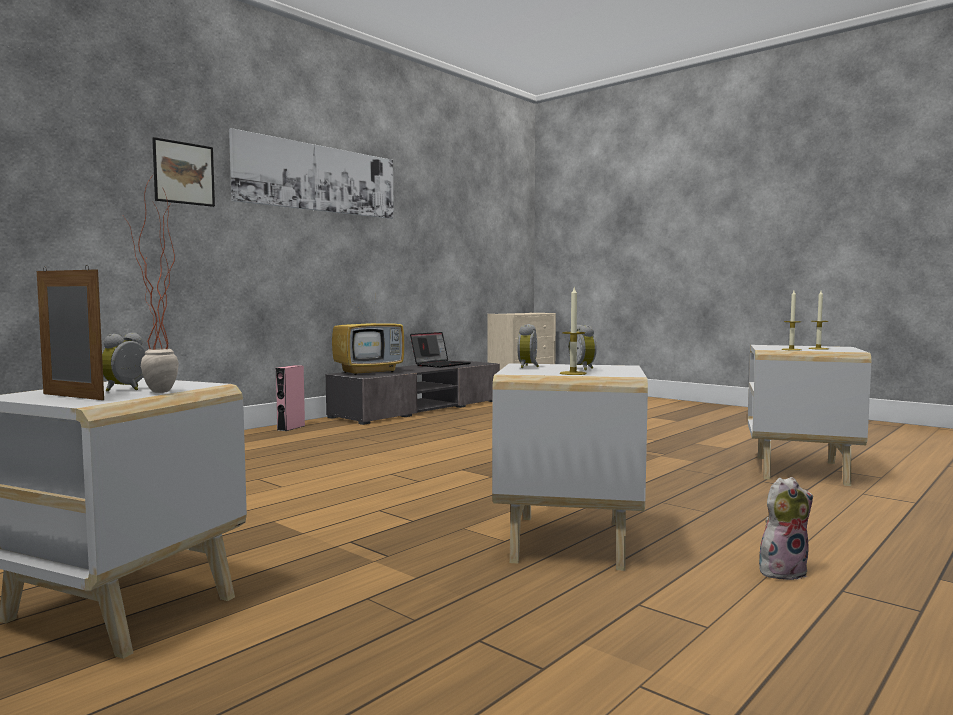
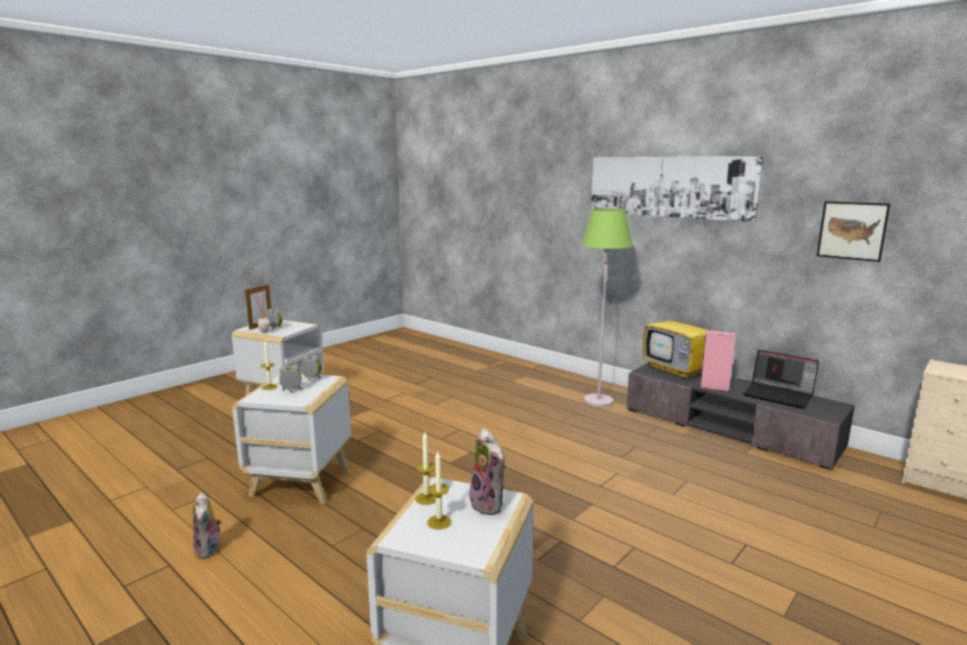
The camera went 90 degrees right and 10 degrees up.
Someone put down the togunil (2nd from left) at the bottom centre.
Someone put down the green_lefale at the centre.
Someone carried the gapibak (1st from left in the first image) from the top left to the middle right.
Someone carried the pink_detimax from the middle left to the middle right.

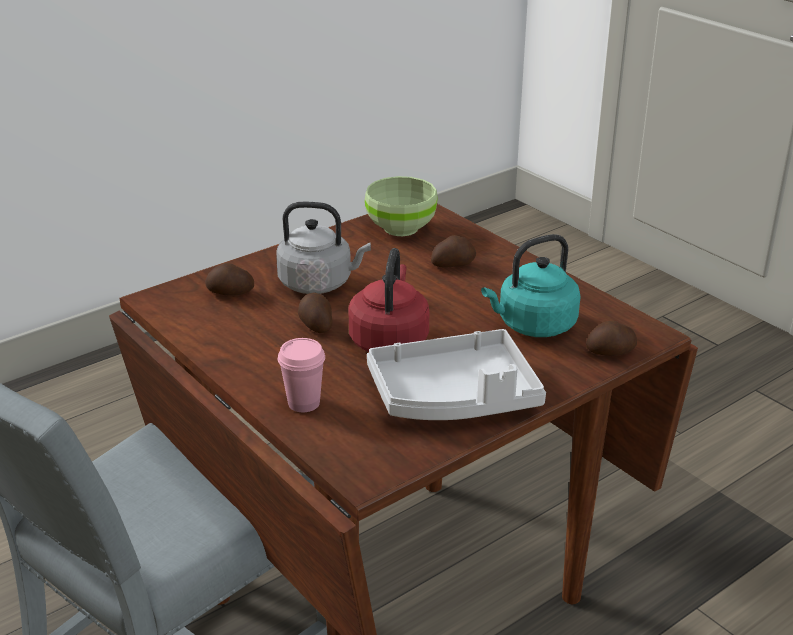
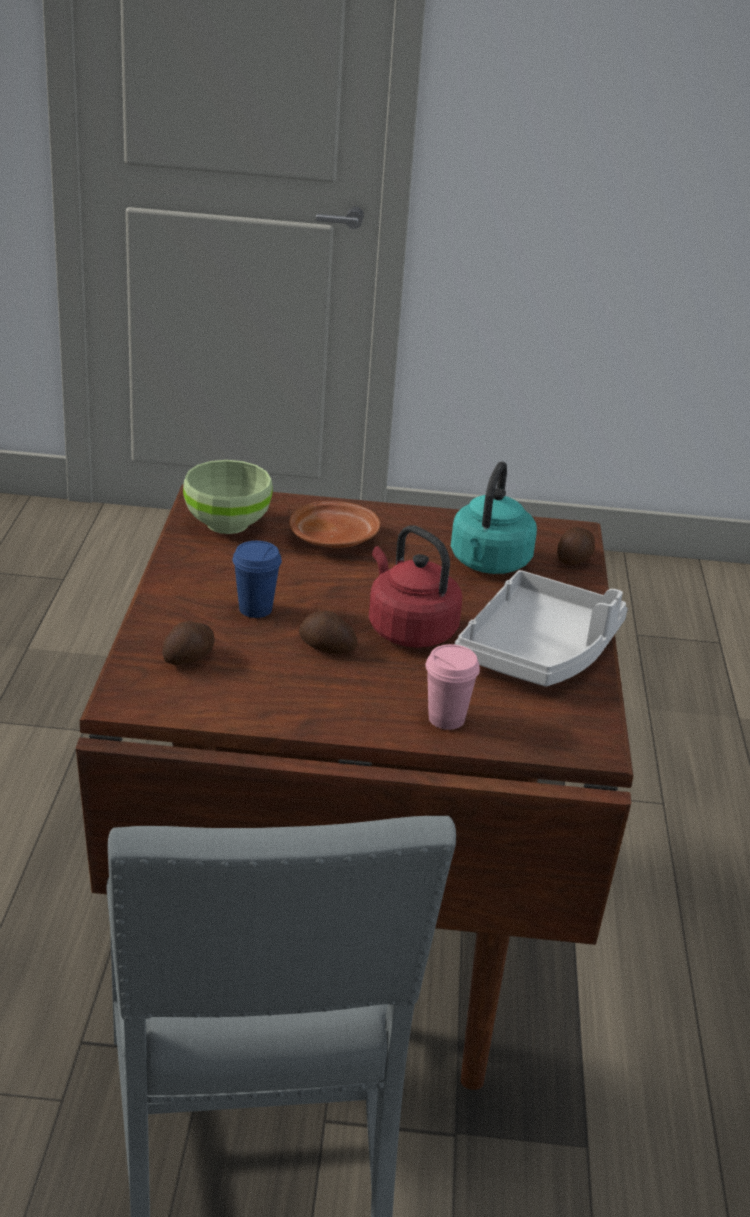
The camera went 50 degrees left and 0 degrees up.
Someone swapped the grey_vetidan at the centre for the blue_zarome at the centre.
Someone swapped the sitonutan (3rd from left) at the centre for the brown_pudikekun at the centre.

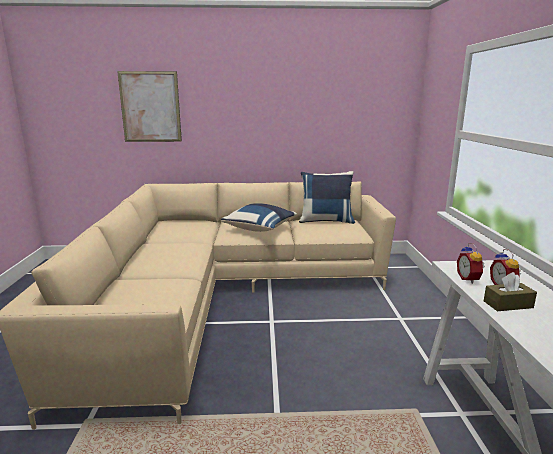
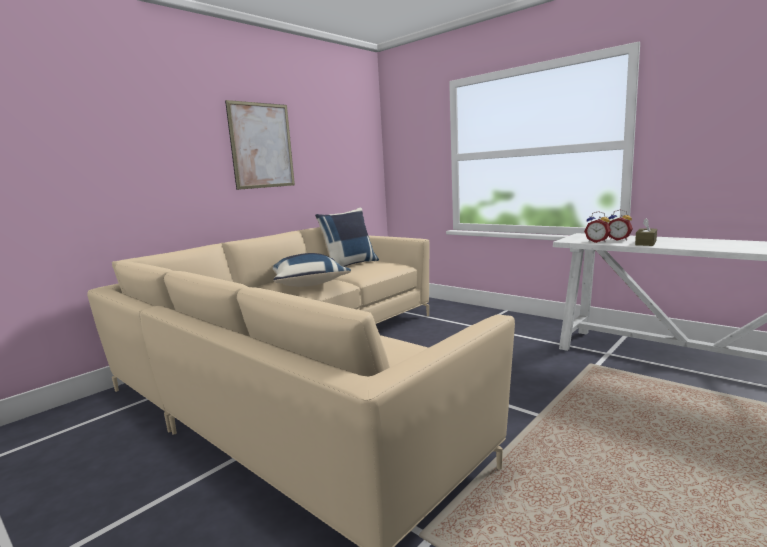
The camera went 45 degrees left and 5 degrees down.
Someone carried the gapibak from the top left to the top centre.

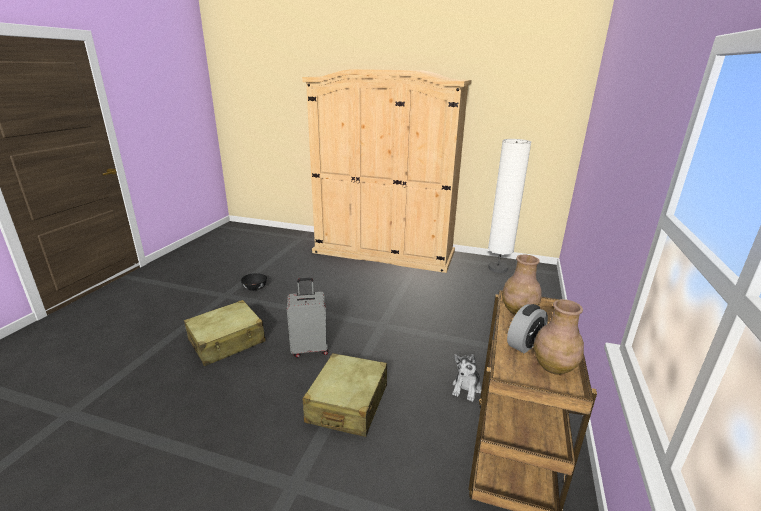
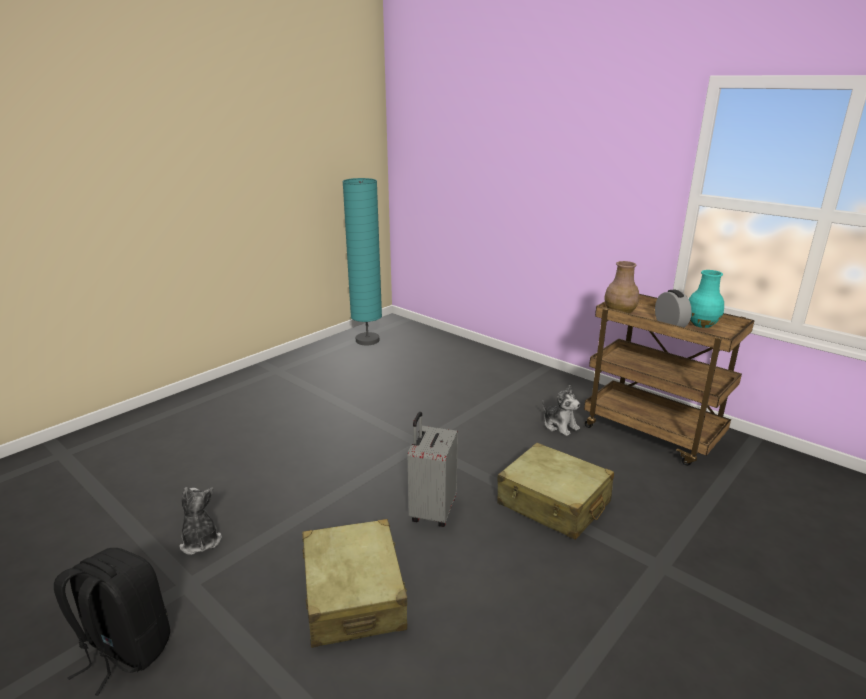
The camera went 65 degrees left and 0 degrees up.
Someone took away the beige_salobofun at the centre.
Someone put down the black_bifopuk at the bottom left.
Someone swapped the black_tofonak at the centre for the togunil (1st from left) at the bottom left.
Someone repainted the white_lefale at the middle right, which became the turquoise_lefale at the centre.
Someone repainted the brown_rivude (2nd from left) at the middle right, which became the turquoise_rivude at the middle right.

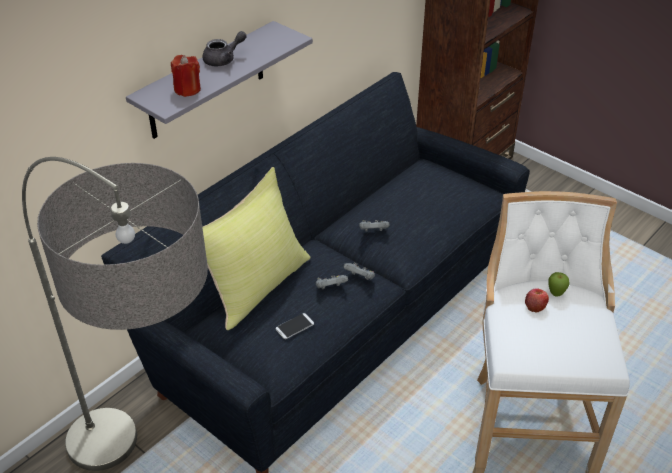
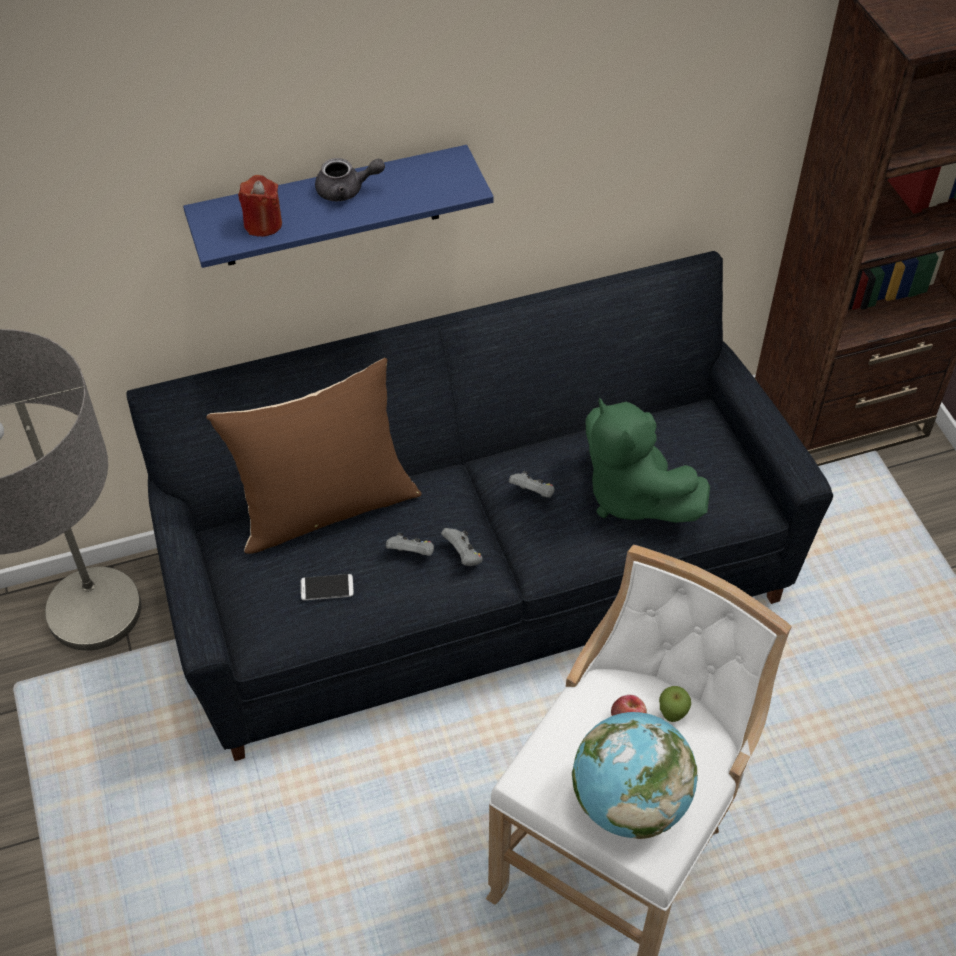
The camera went 30 degrees right and 10 degrees up.
Someone put down the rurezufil at the bottom centre.
Someone put down the green_togunil at the middle right.
Someone repainted the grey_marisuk at the top left, which became the blue_marisuk at the top centre.
Someone repainted the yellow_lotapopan at the centre, which became the brown_lotapopan at the middle left.

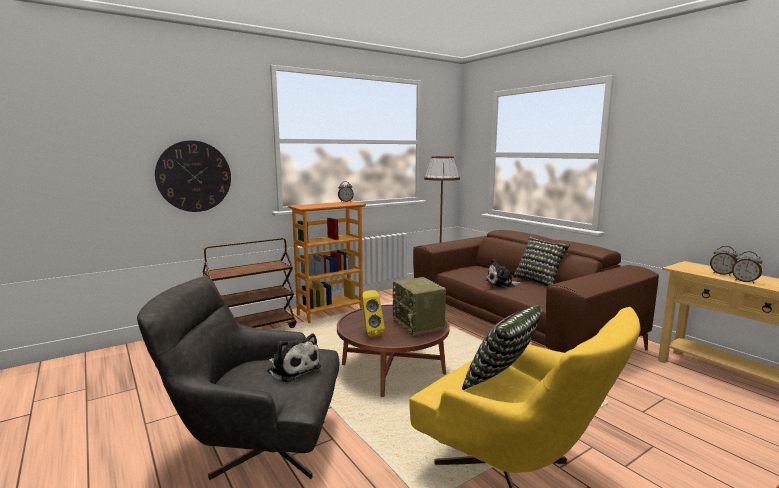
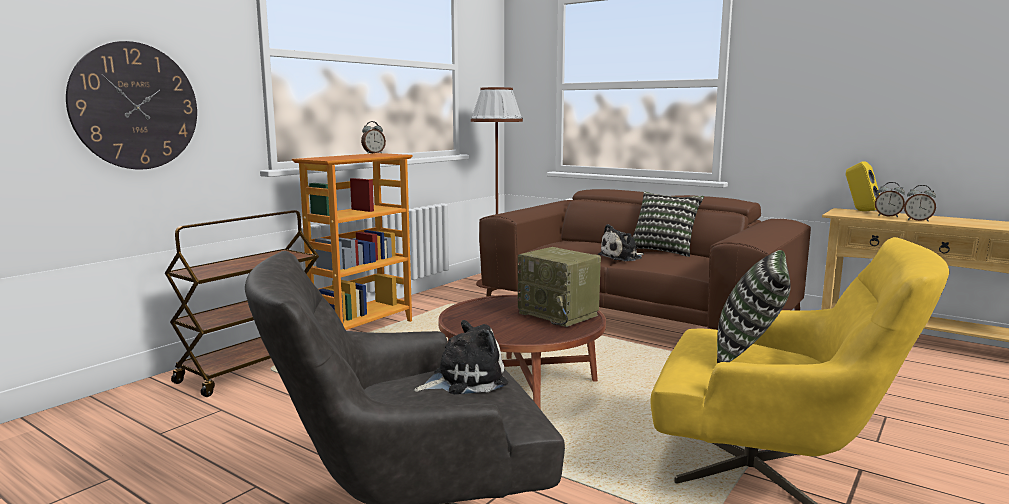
The camera went 20 degrees left and 0 degrees up.
Someone carried the yellow_detimax from the centre to the middle right.
Someone rotated the togunil (1st from left) at the bottom centre by 45 degrees counterclockwise.

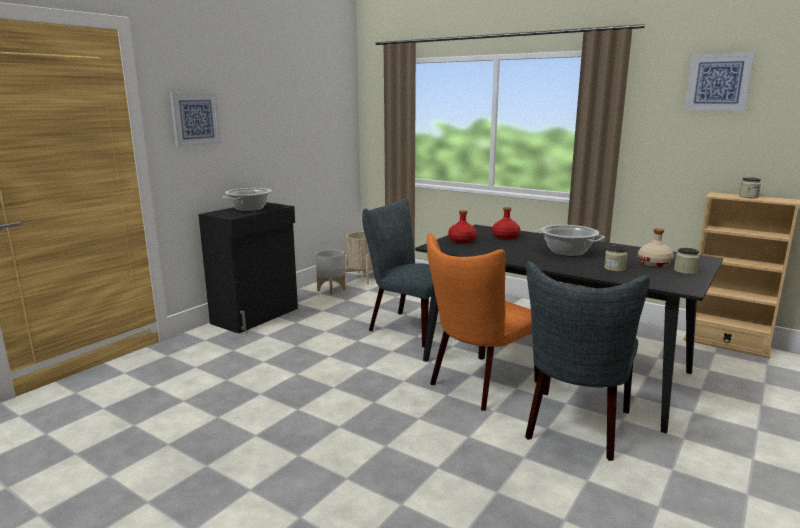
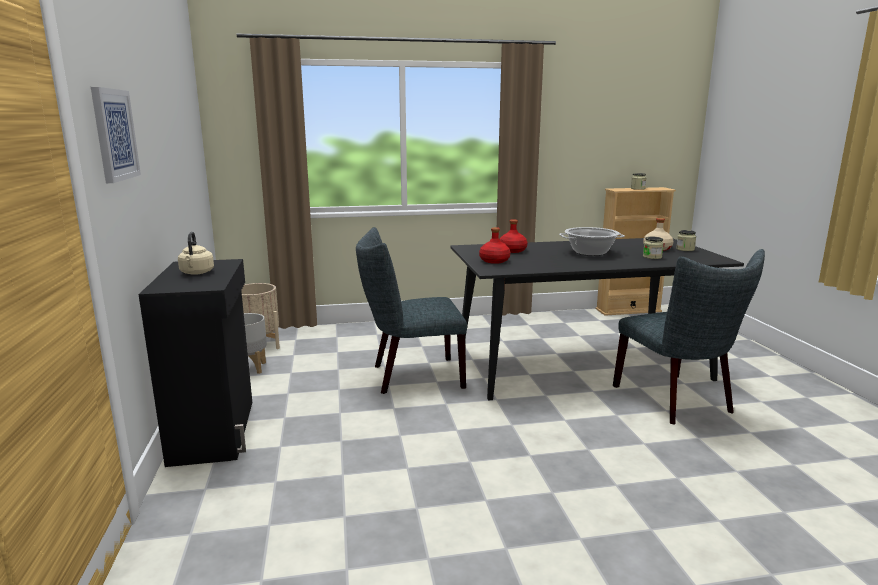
The camera went 45 degrees left and 0 degrees up.
Someone took away the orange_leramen at the centre.
Someone took away the gapibak (2nd from left) at the top right.
Someone swapped the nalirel (1st from left) at the middle left for the beige_vetidan at the middle left.

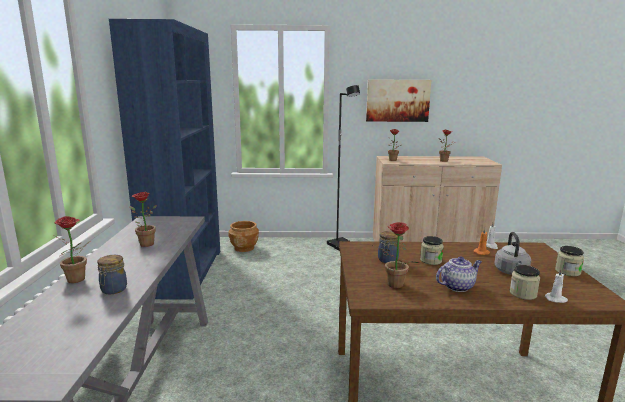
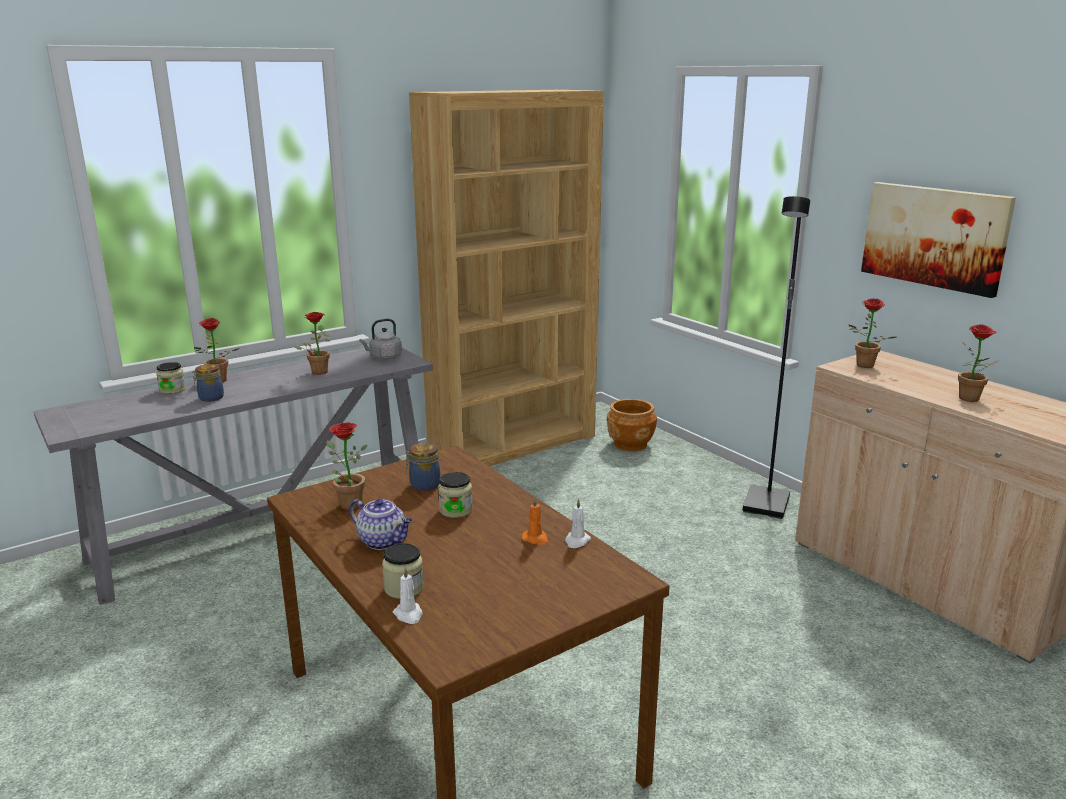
The camera went 55 degrees right and 5 degrees up.
Someone carried the grey_vetidan from the middle right to the centre.
Someone carried the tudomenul (5th from left in the first image) from the middle right to the middle left.
Someone repainted the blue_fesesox at the middle left, which became the brown_fesesox at the centre.

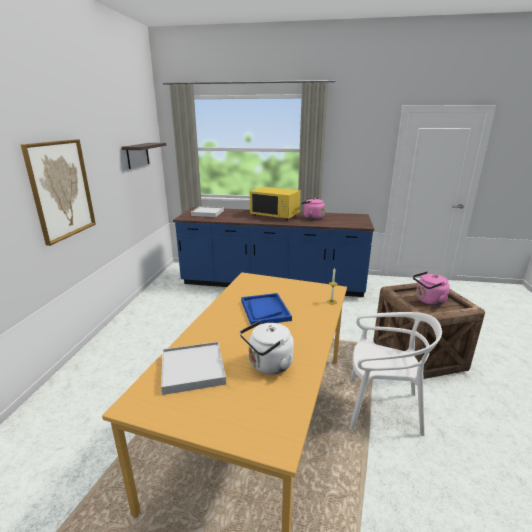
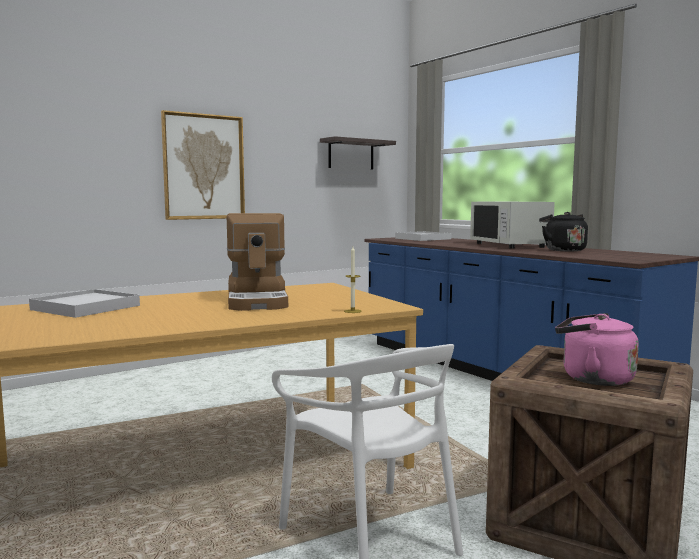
The camera went 45 degrees right and 15 degrees down.
Someone took away the white_vetidan at the centre.
Someone swapped the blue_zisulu at the centre for the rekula at the centre.
Someone repainted the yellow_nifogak at the centre, which became the white_nifogak at the middle right.
Someone repainted the pink_vetidan (1st from left) at the centre, which became the black_vetidan at the middle right.

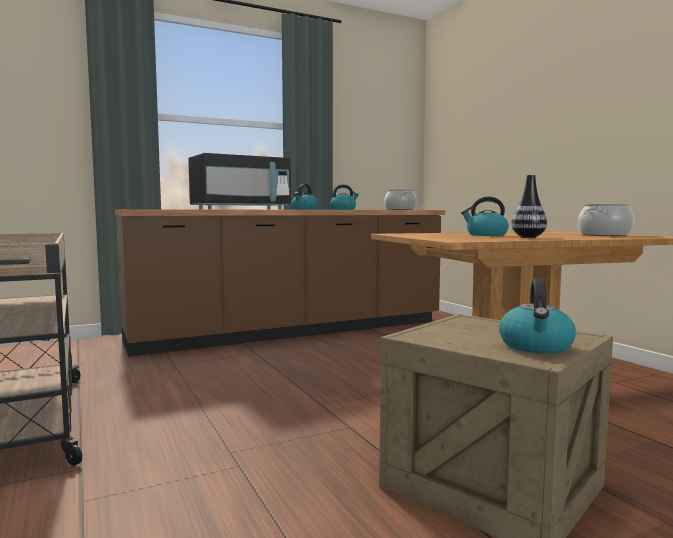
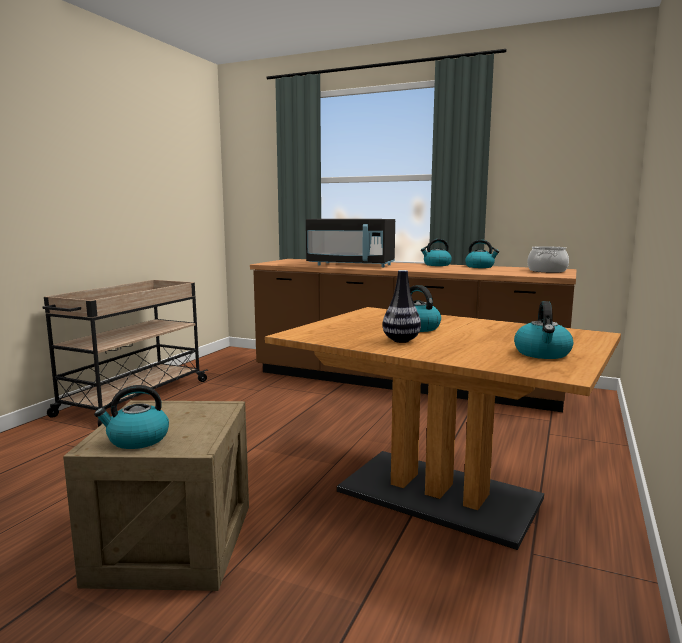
The camera went 50 degrees right and 5 degrees up.
Someone swapped the nalirel (2nd from left) at the middle right for the vetidan (5th from left) at the middle right.

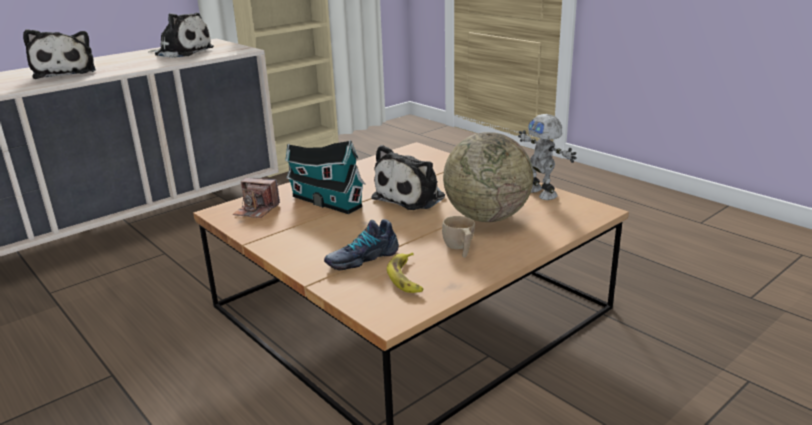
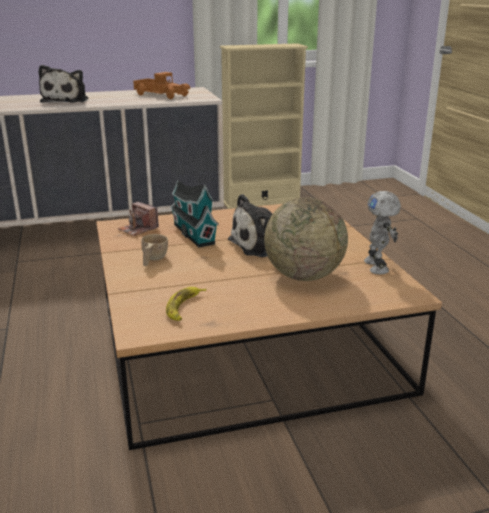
The camera went 25 degrees right and 0 degrees up.
Someone took away the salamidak at the centre.
Someone carried the beige_zarome from the centre to the middle left.
Someone swapped the togunil (2nd from left) at the top left for the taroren at the top left.

